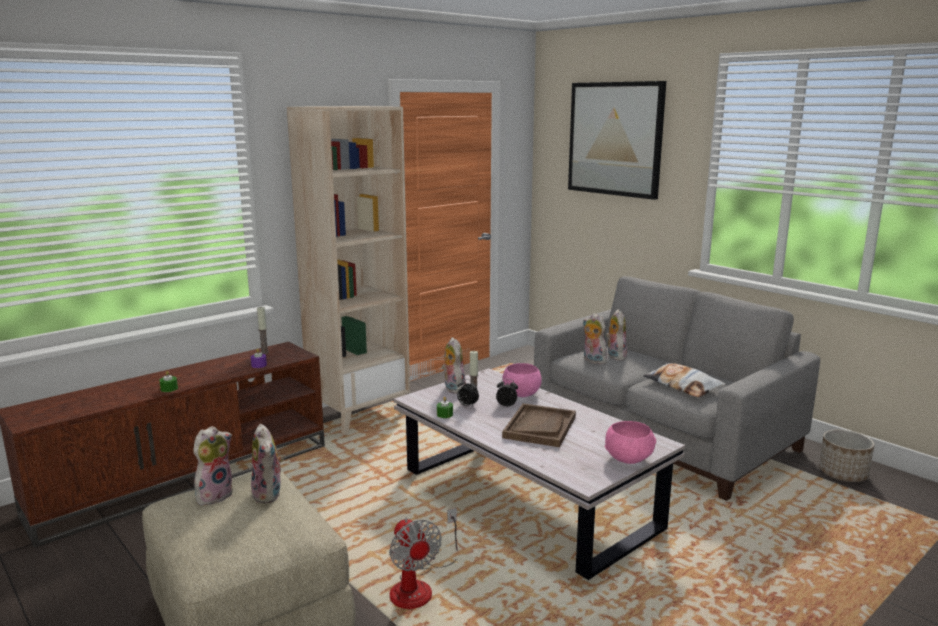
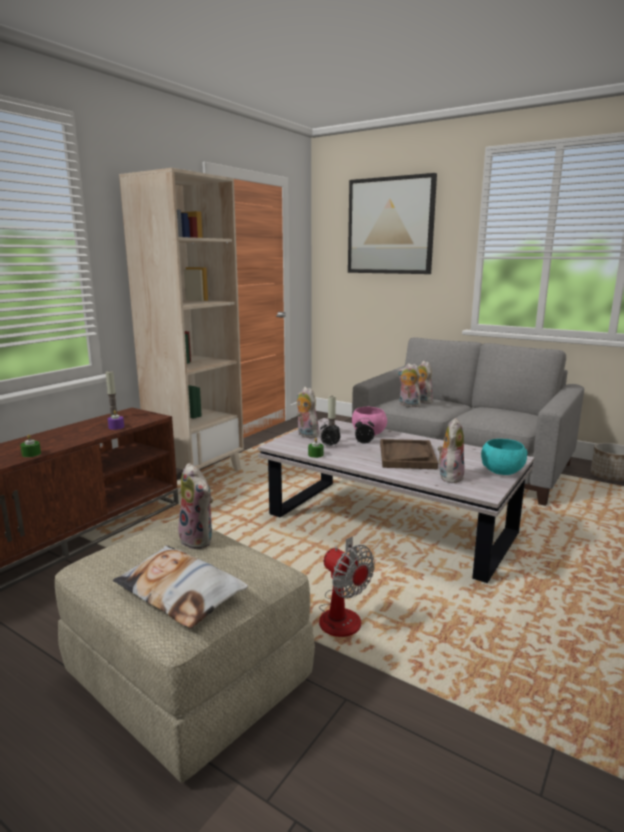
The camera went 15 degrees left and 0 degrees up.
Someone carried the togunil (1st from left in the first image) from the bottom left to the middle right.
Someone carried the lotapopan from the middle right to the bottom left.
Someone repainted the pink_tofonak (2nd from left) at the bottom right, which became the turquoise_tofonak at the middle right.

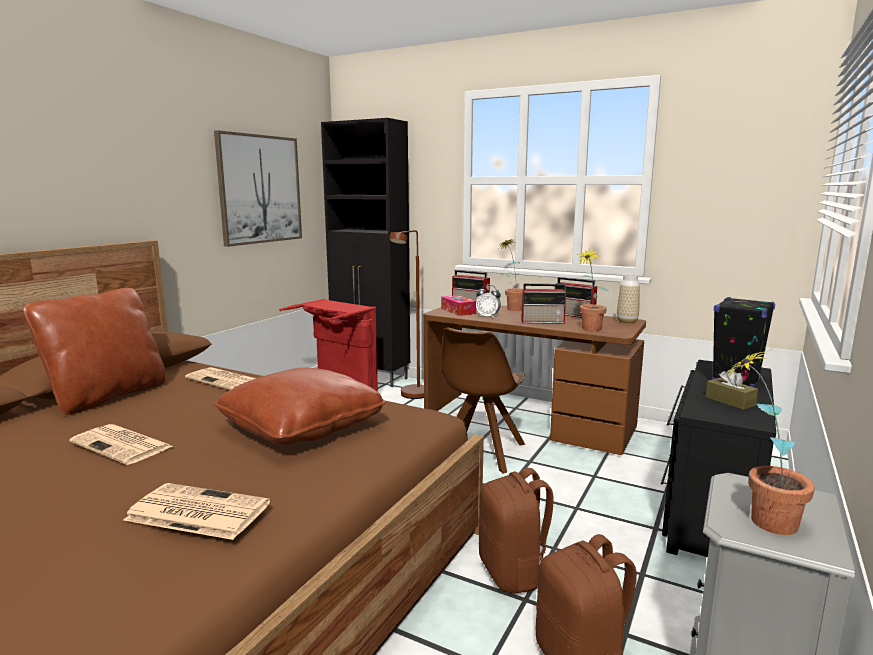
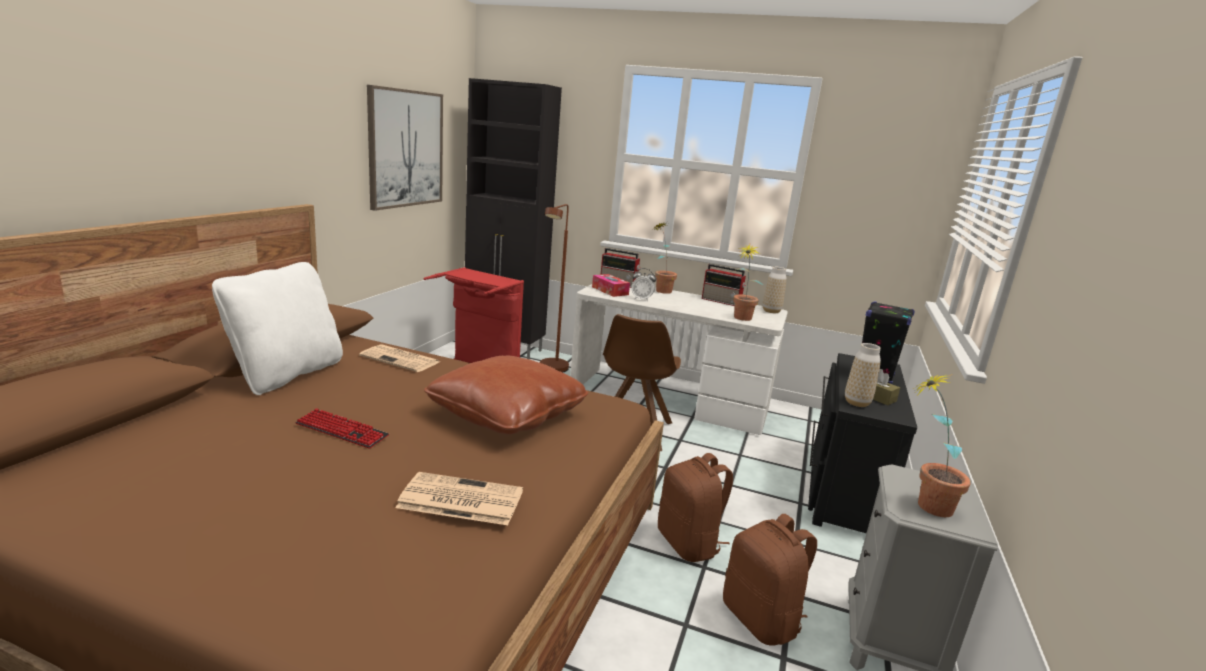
The camera went 10 degrees left and 5 degrees up.
Someone took away the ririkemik (2nd from left) at the centre.
Someone put down the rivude (2nd from left) at the middle right.
Someone swapped the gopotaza (1st from left) at the bottom left for the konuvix at the middle left.
Someone repainted the brown_lotapopan (1st from left) at the middle left, which became the white_lotapopan at the middle left.
Someone repainted the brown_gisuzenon at the centre, which became the white_gisuzenon at the centre.

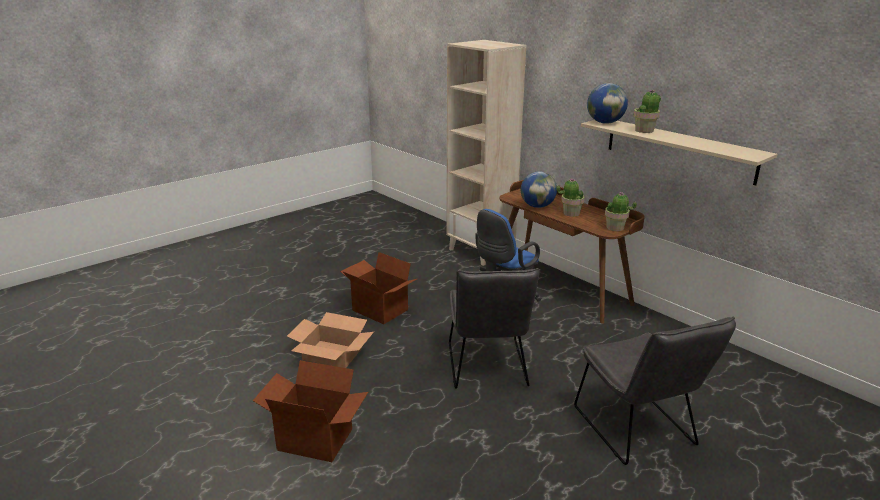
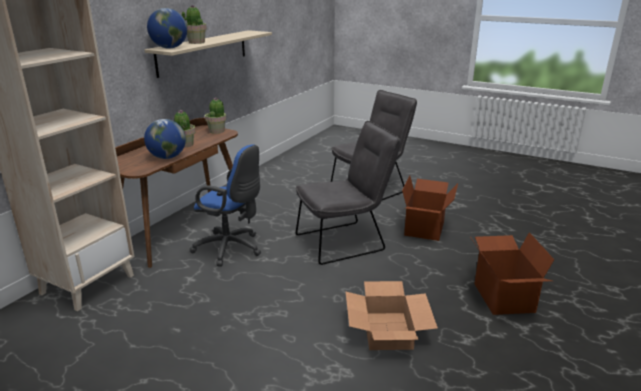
The camera went 110 degrees left and 0 degrees up.
Someone carried the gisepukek (3rd from left in the first image) from the centre to the middle right.

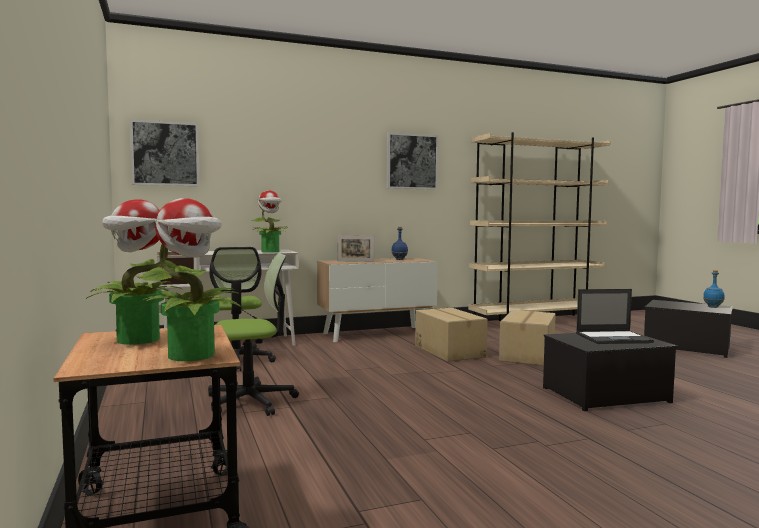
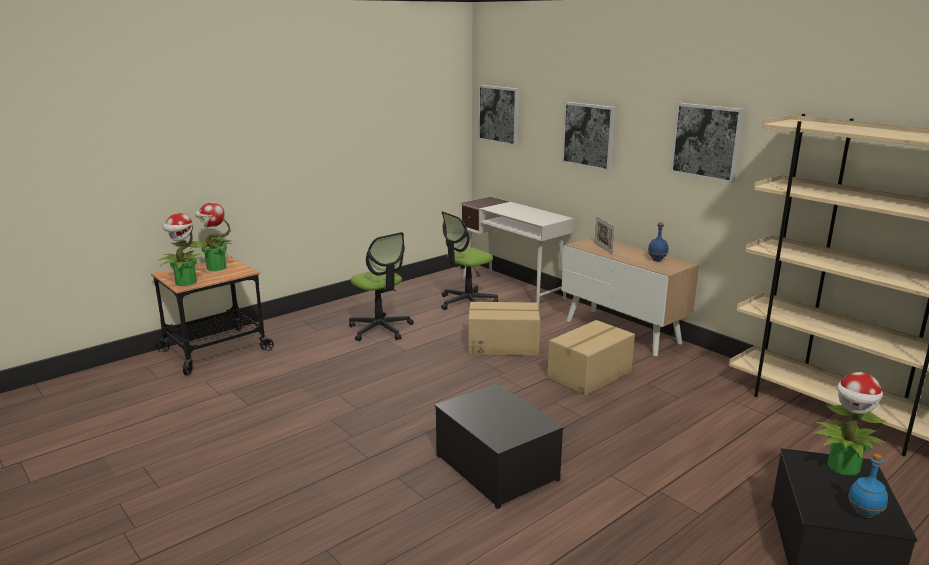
The camera went 70 degrees right and 15 degrees up.
Someone took away the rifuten at the middle right.
Someone put up the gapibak (2nd from left) at the top centre.
Someone carried the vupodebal (3rd from left) from the centre to the bottom right.
Someone carried the gisepukek (2nd from left in the first image) from the middle right to the centre.

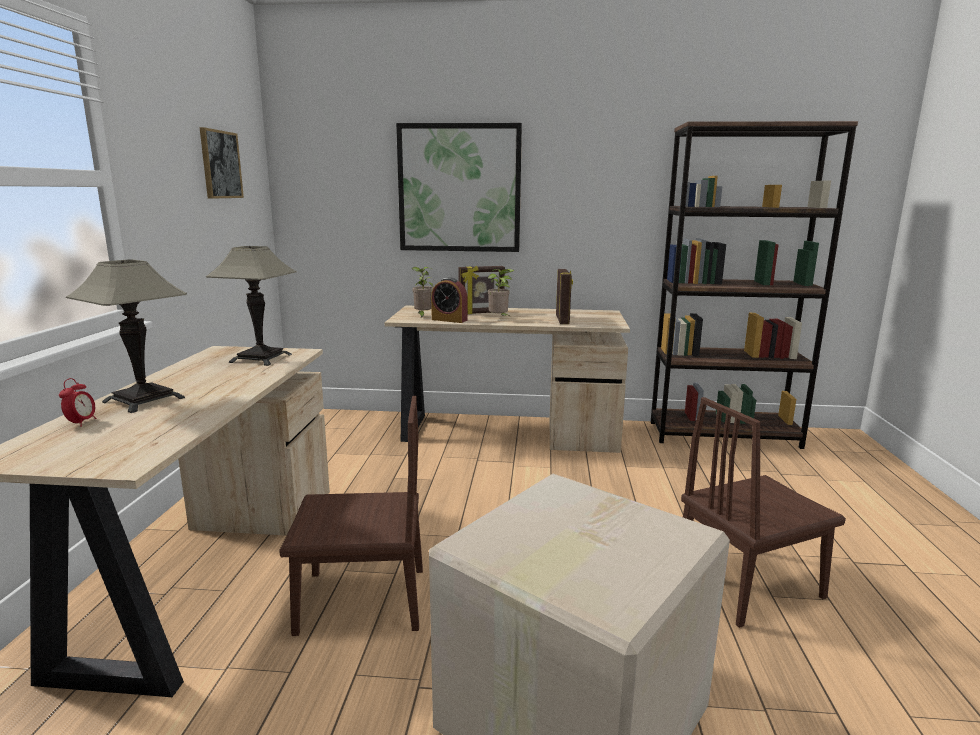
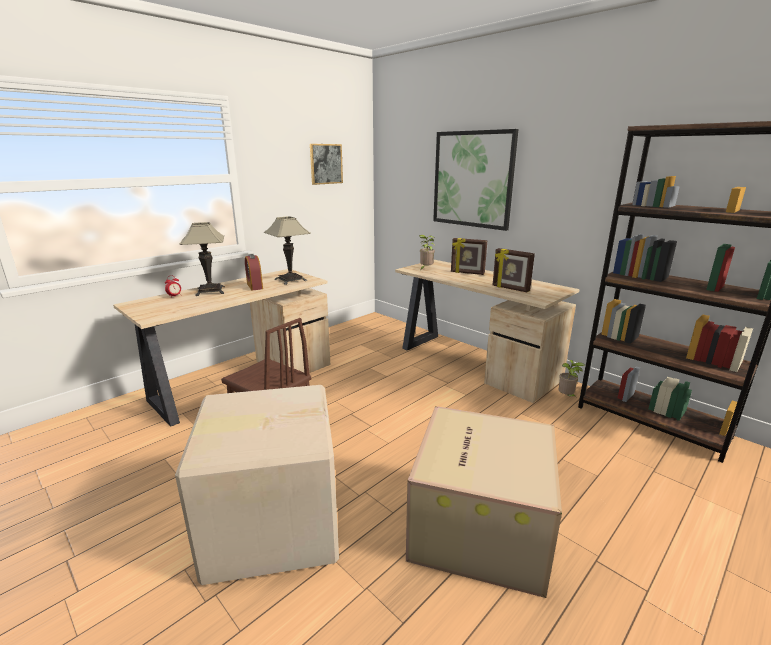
The camera went 40 degrees right and 5 degrees up.
Someone carried the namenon (2nd from left) from the centre to the middle left.
Someone carried the vupodebal (2nd from left) from the centre to the middle right.
Someone swapped the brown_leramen (2nd from left) at the bottom right for the gisepukek (2nd from left) at the bottom centre.
Someone rotated the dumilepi (2nd from left) at the centre by 90 degrees clockwise.

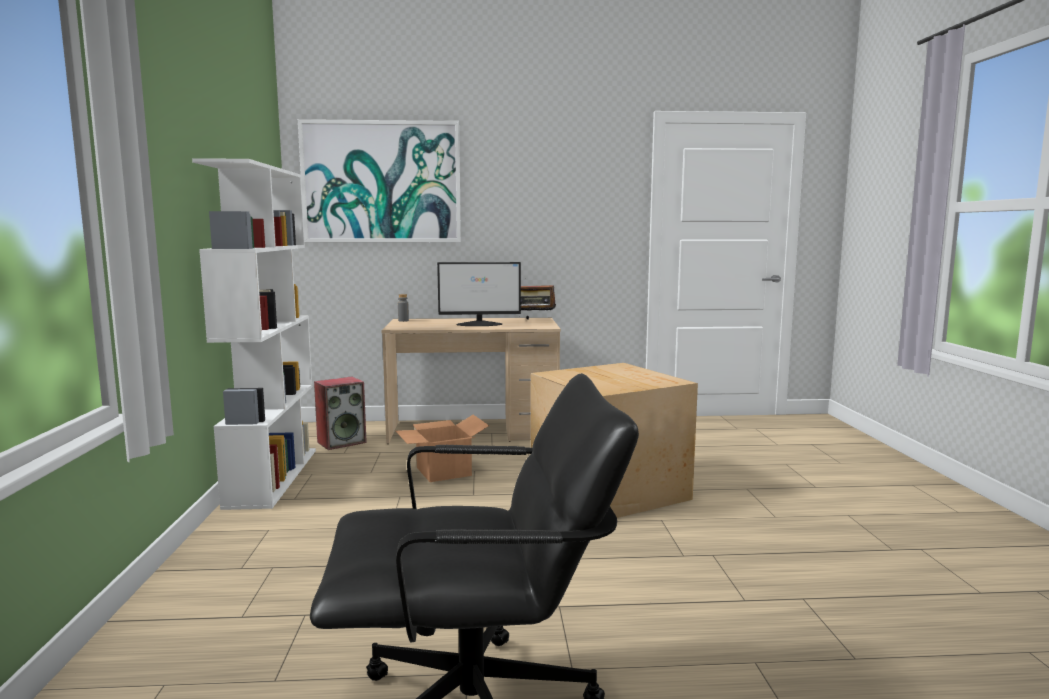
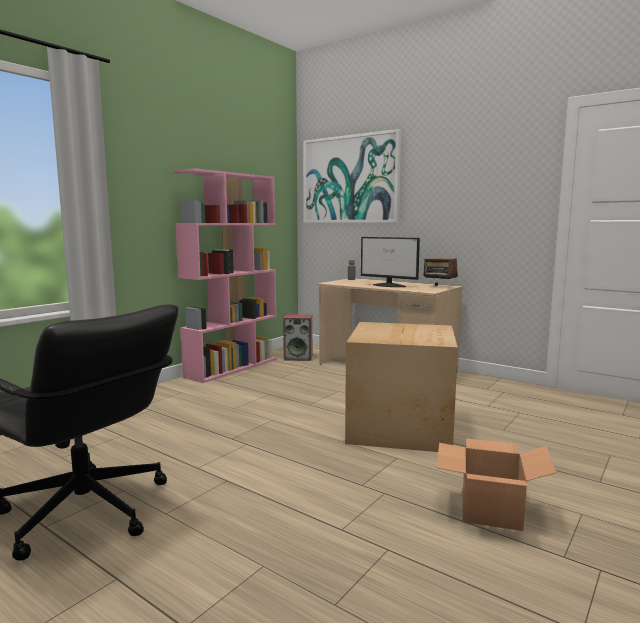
The camera went 40 degrees right and 0 degrees up.
Someone carried the gisepukek (1st from left in the first image) from the centre to the bottom right.
Someone repainted the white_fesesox at the middle left, which became the pink_fesesox at the centre.

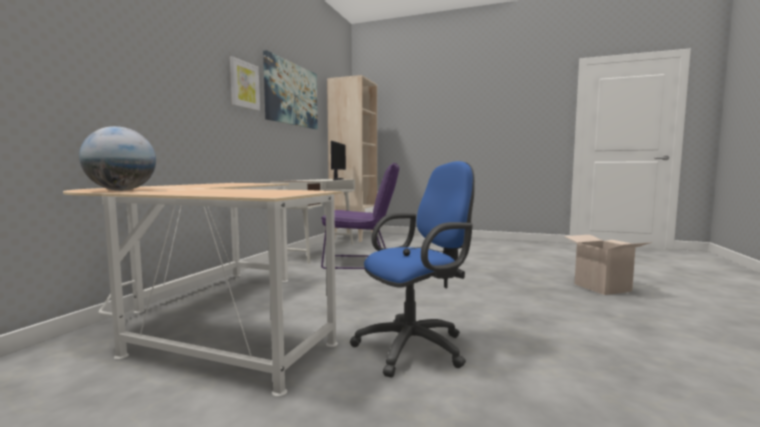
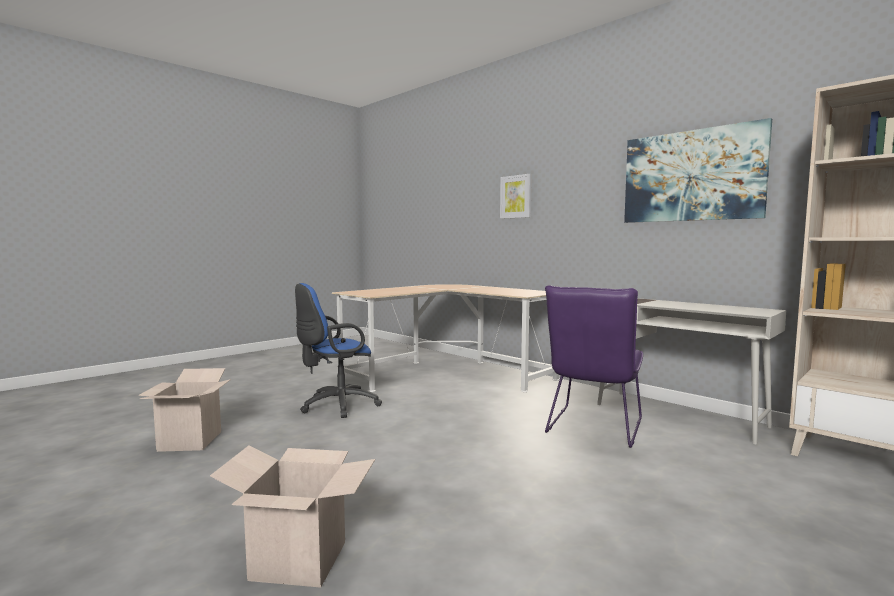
The camera went 115 degrees right and 0 degrees up.
Someone took away the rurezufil at the middle left.
Someone took away the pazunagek at the centre.
Someone put down the gisepukek (1st from left) at the bottom left.
Someone carried the gapibak (1st from left) from the top left to the top centre.
Someone rotated the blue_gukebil at the centre by 60 degrees clockwise.

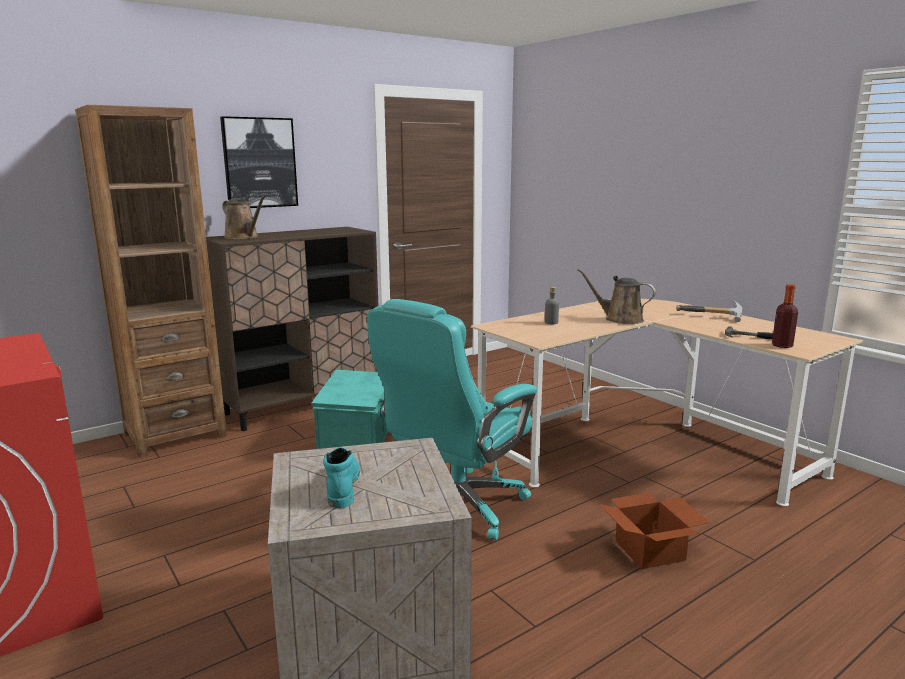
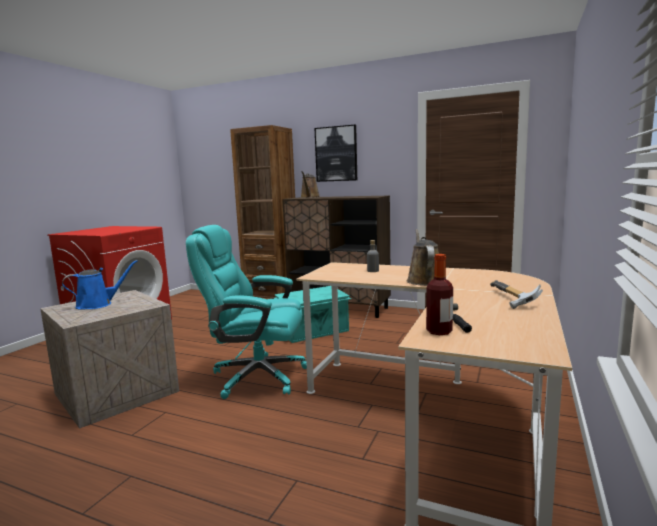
The camera went 60 degrees right and 5 degrees down.
Someone took away the gisepukek at the bottom right.
Someone swapped the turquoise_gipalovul at the bottom centre for the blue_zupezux at the middle left.

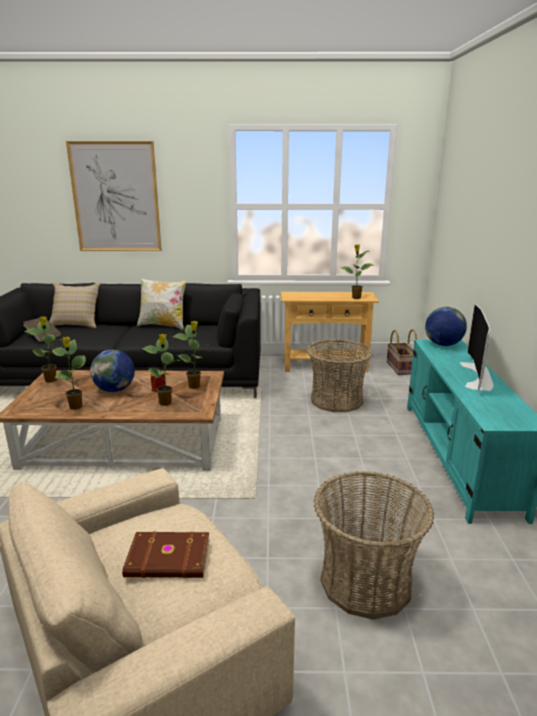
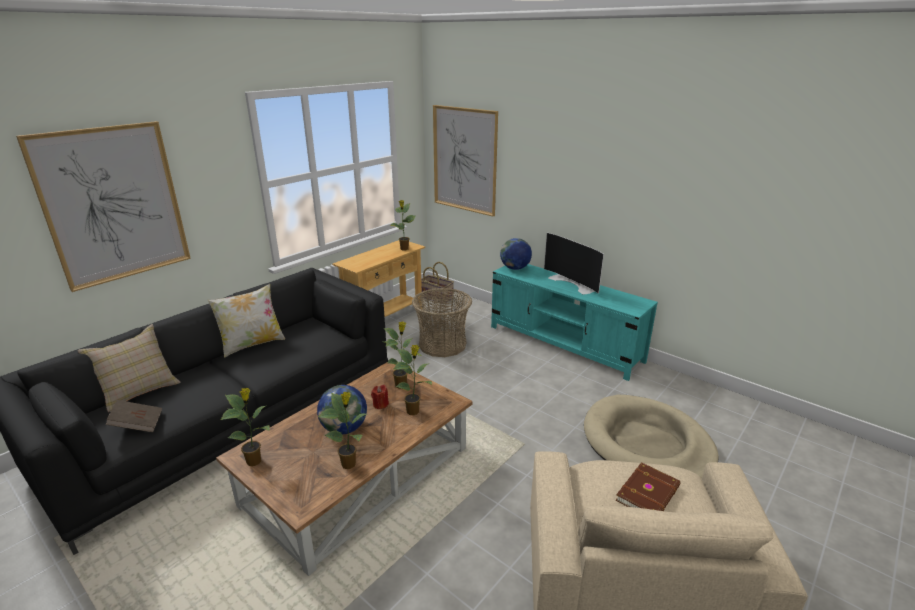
The camera went 50 degrees left and 5 degrees up.
Someone put up the gapibak (2nd from left) at the top centre.
Someone swapped the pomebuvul (2nd from left) at the bottom right for the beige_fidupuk at the bottom right.

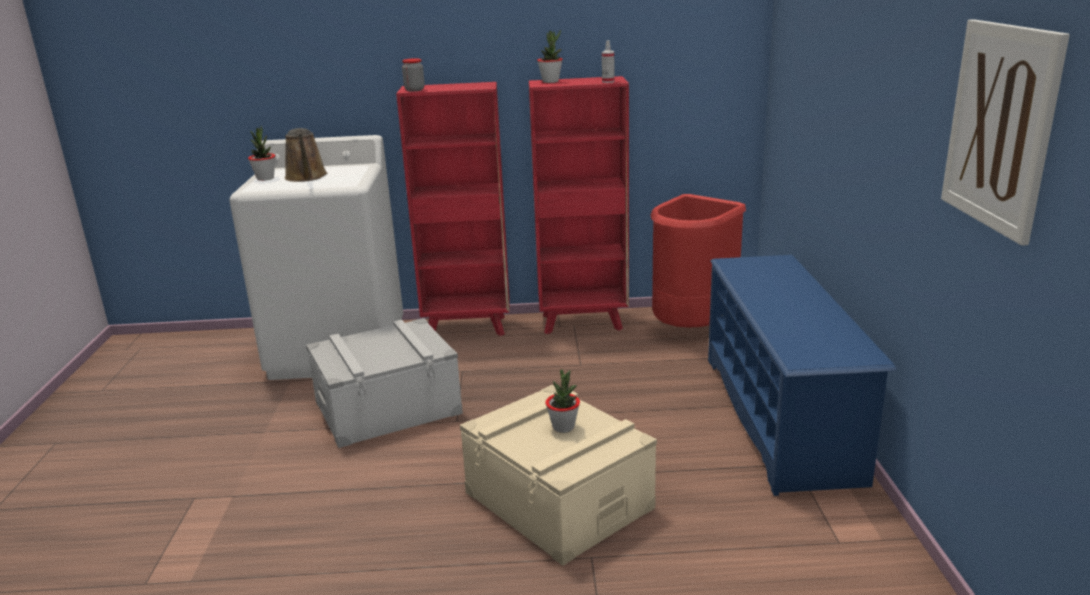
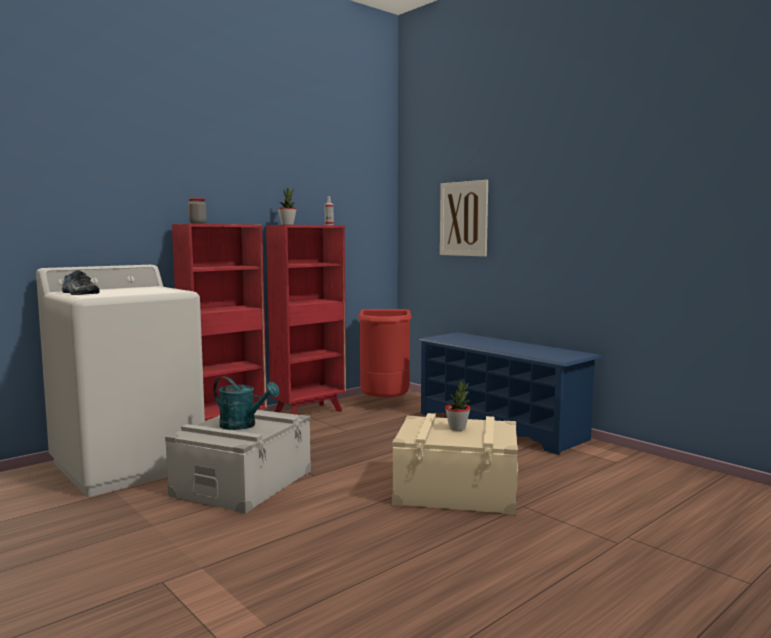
The camera went 40 degrees left and 15 degrees down.
Someone took away the brown_zupezux at the top left.
Someone put down the turquoise_zupezux at the middle left.
Someone carried the gapibak from the top right to the centre.
Someone swapped the vupodebal (1st from left) at the top left for the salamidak at the middle left.

